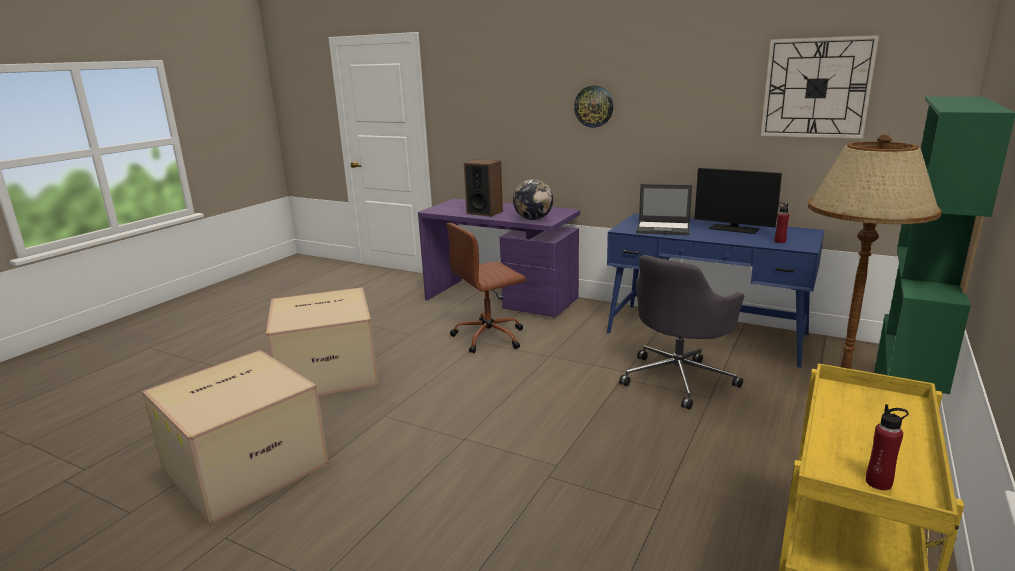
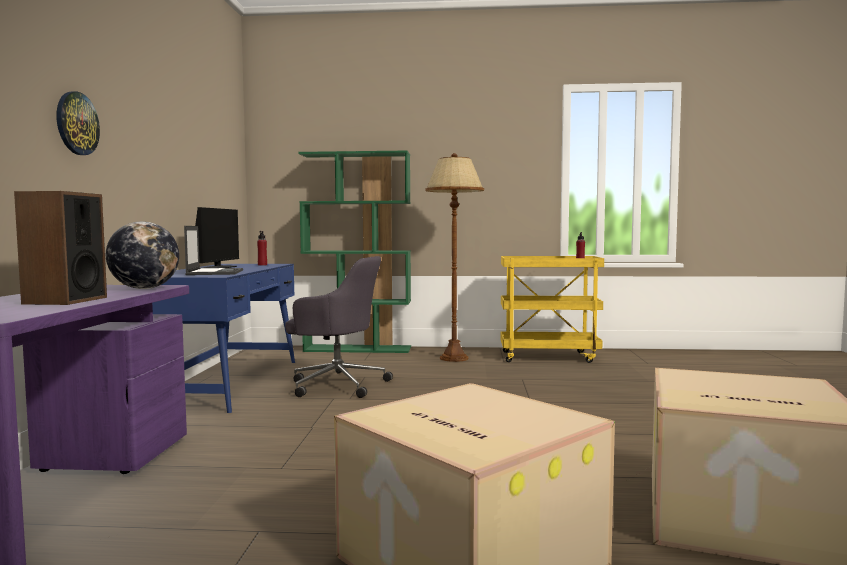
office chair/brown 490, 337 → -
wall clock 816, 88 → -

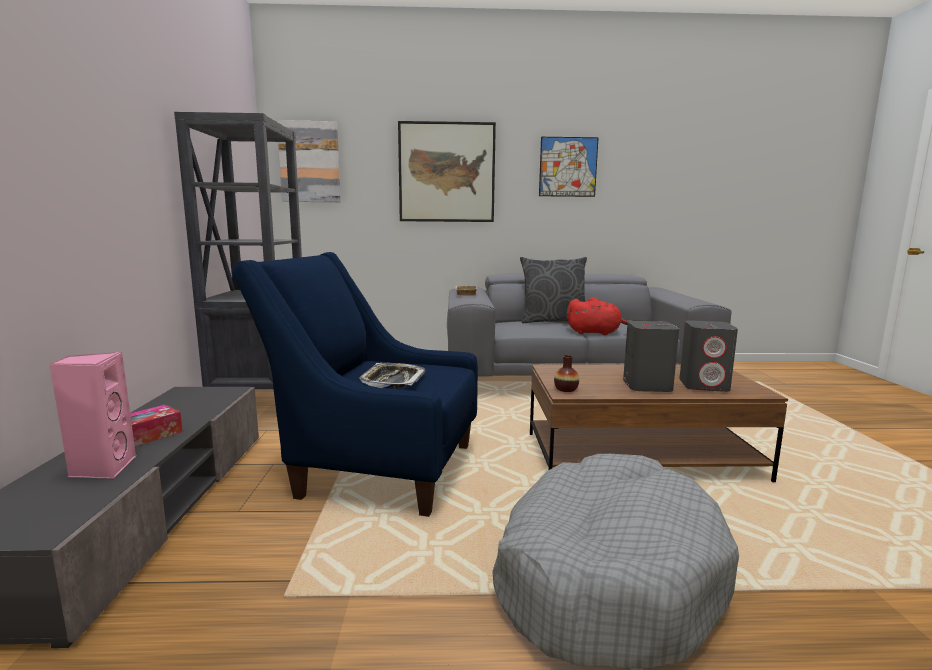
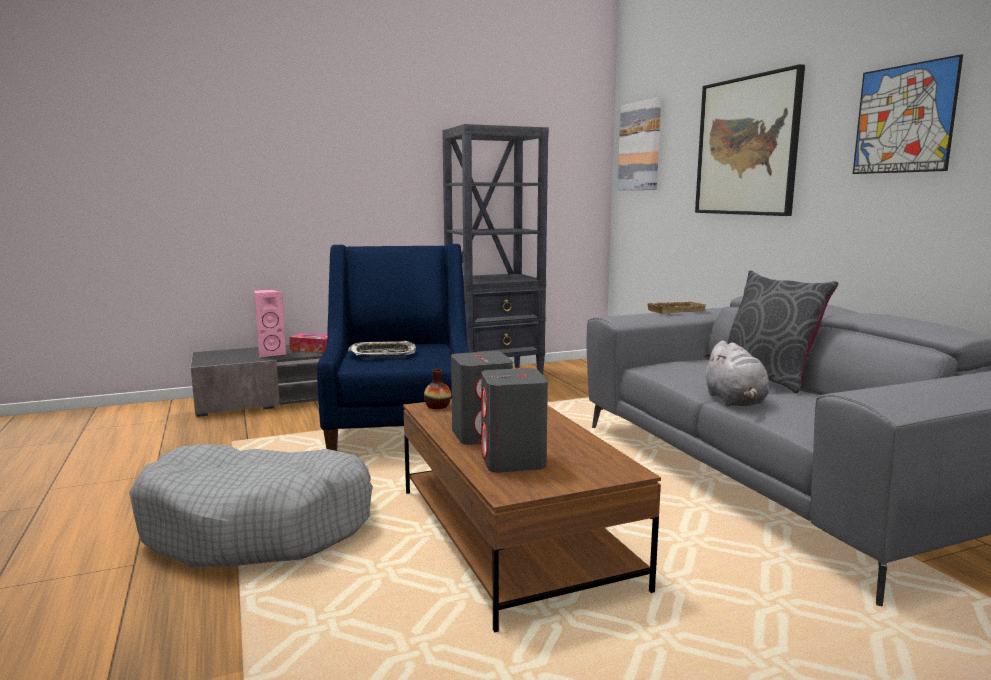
plush toy/red 595, 333 → plush toy/grey 735, 401

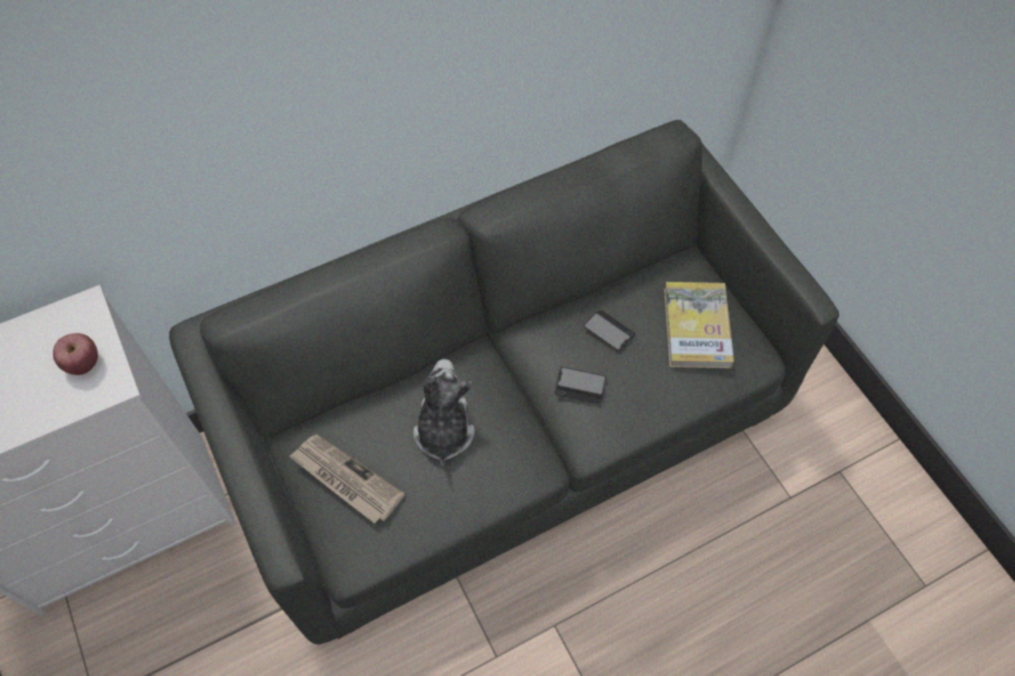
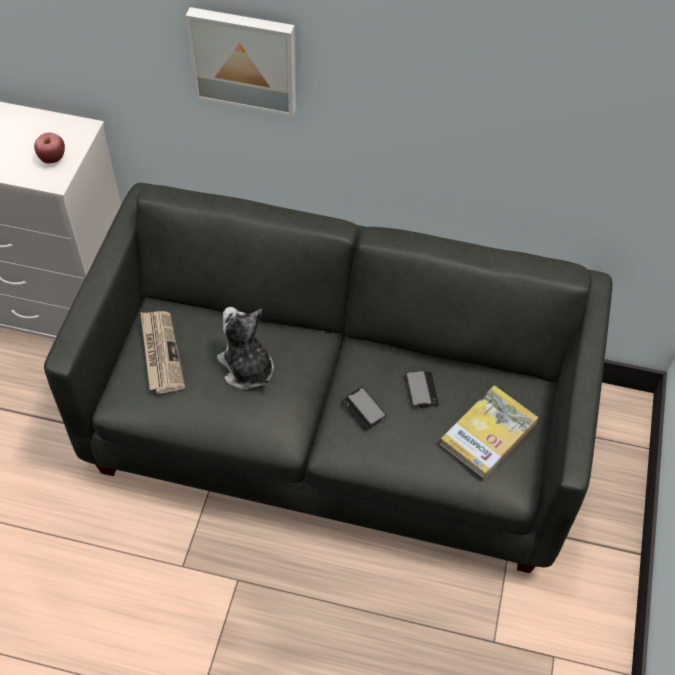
- → picture 244, 59
plush toy 443, 430 → plush toy 247, 368, 75 degrees counterclockwise

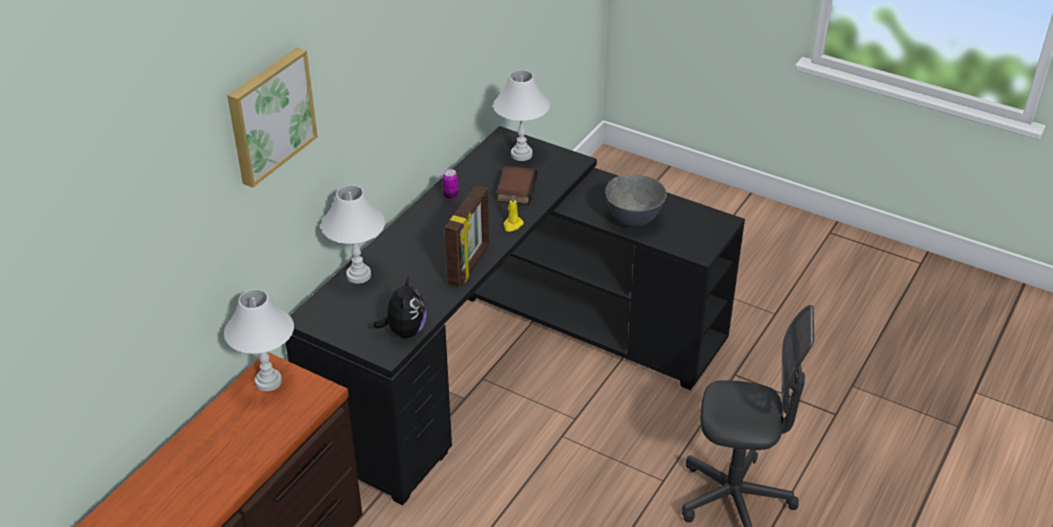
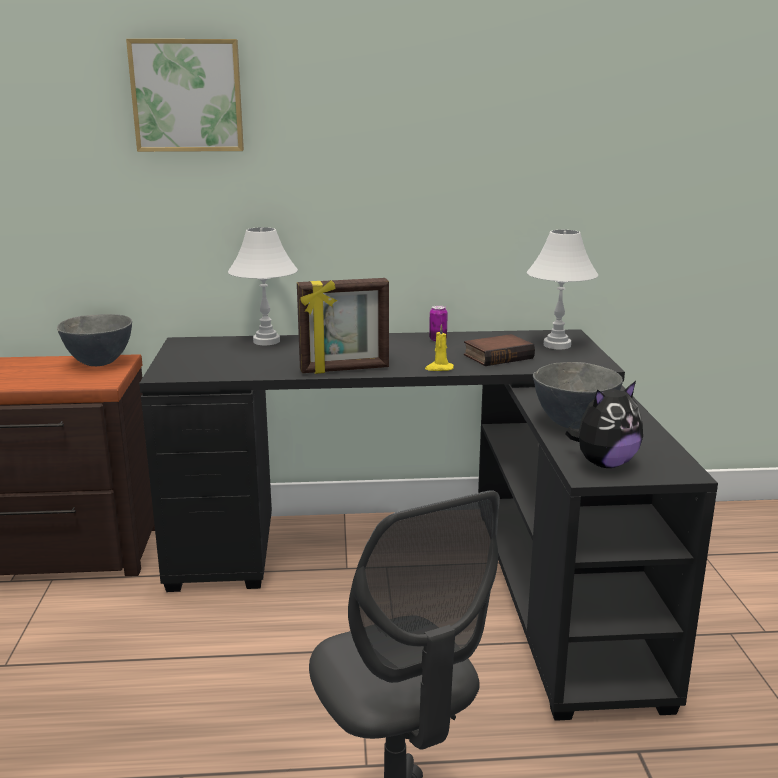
table lamp/white 268, 381 → bowl/grey 98, 363
plush toy 405, 331 → plush toy 604, 463, move

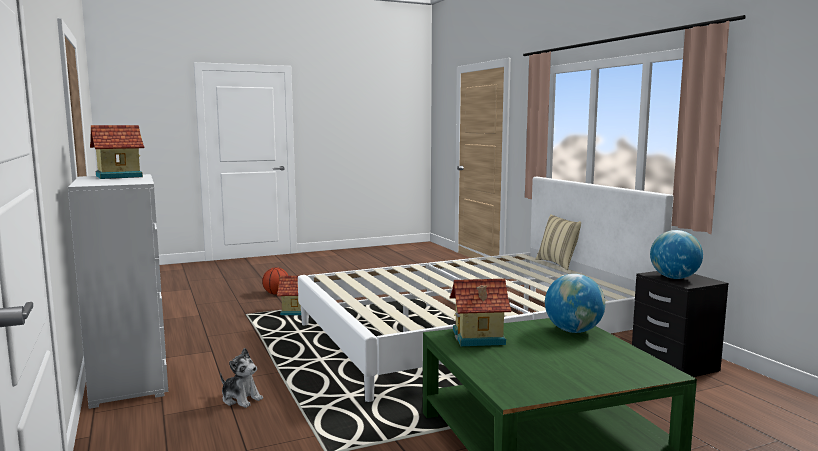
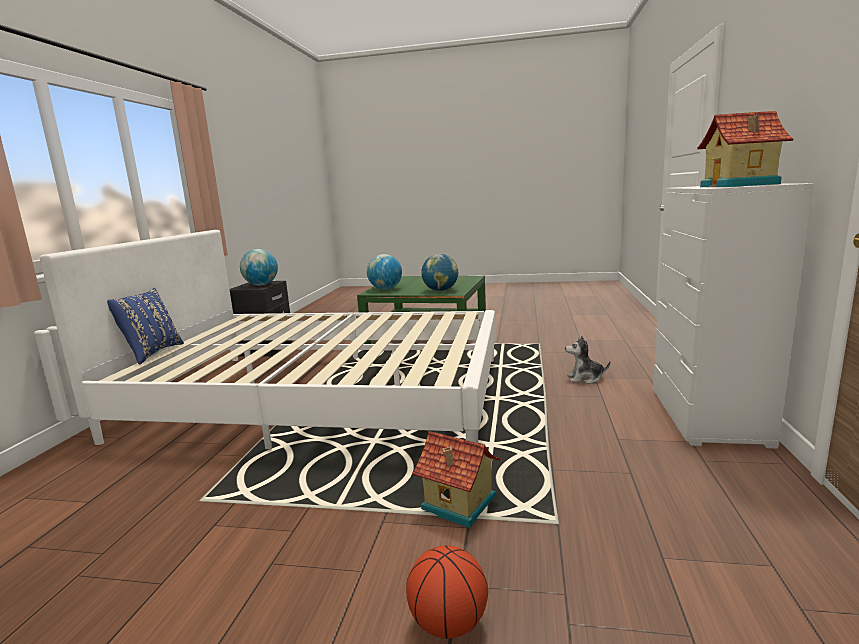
pillow/beige 558, 264 → pillow/blue 151, 353
toy house 479, 338 → globe 440, 290
plush toy 241, 399 → plush toy 585, 378, 60 degrees counterclockwise

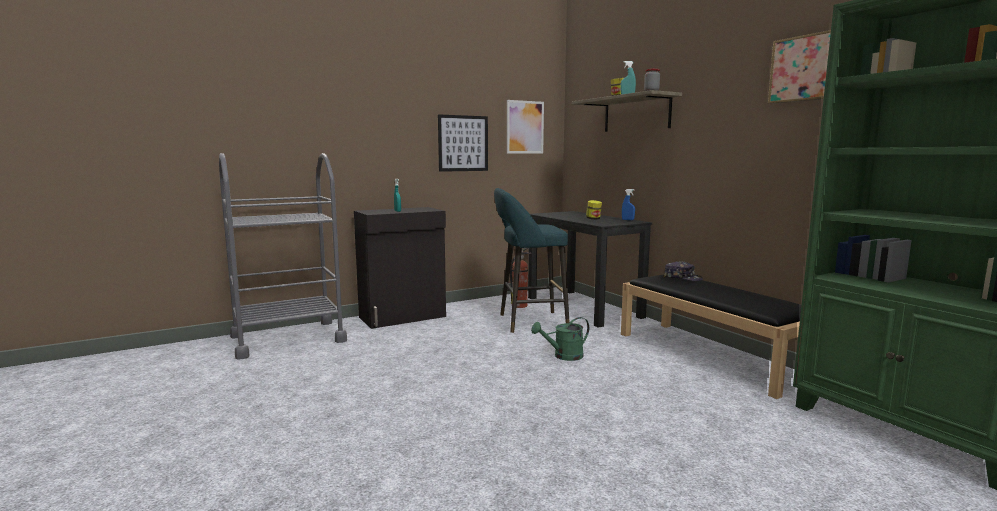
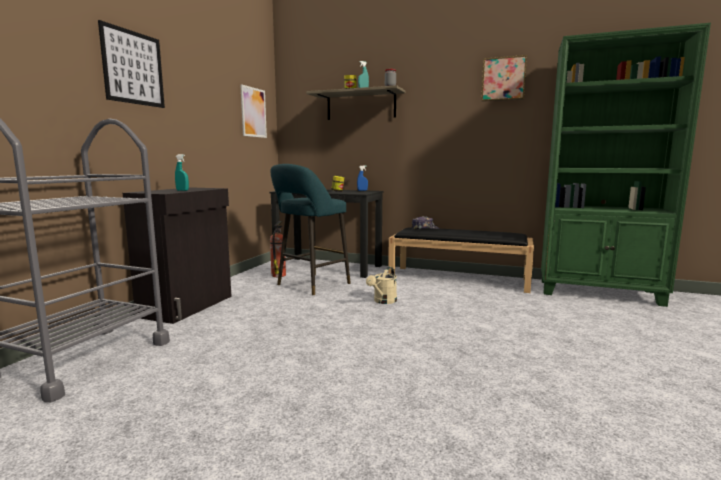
picture 463, 143 → picture 133, 68, move
watering can/green 563, 356 → watering can/beige 383, 301

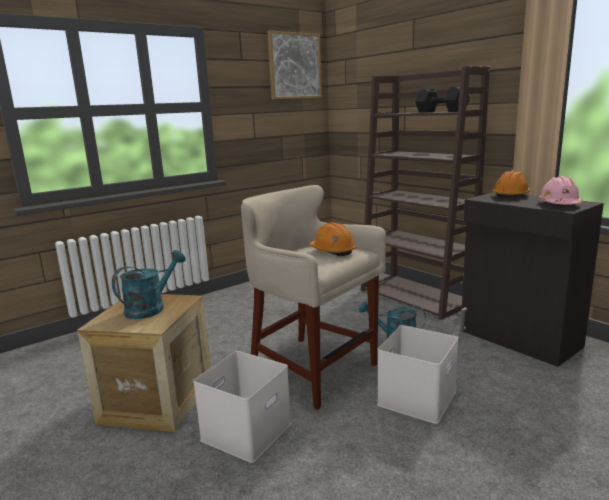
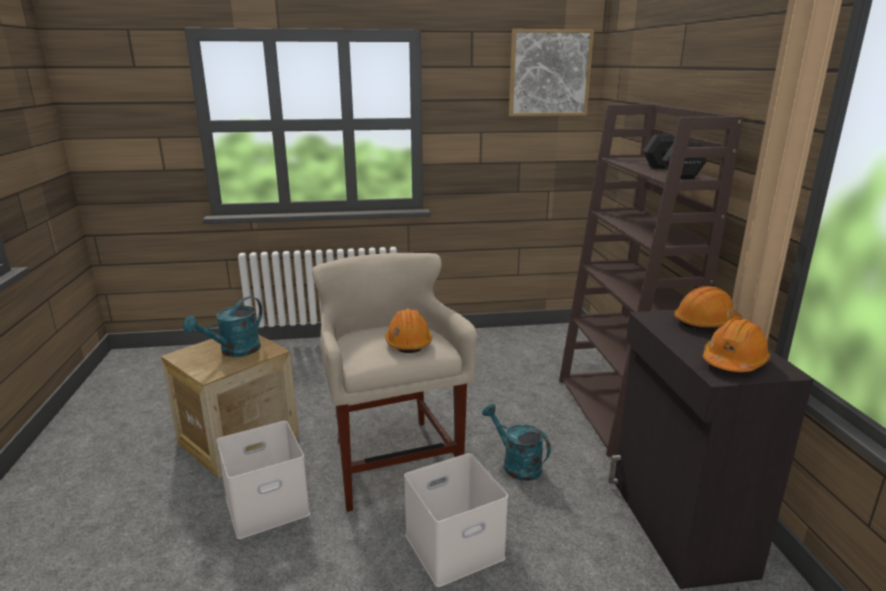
watering can/turquoise 151, 308 → watering can/turquoise 234, 351, 150 degrees clockwise
hard hat/pink 559, 204 → hard hat/orange 734, 361

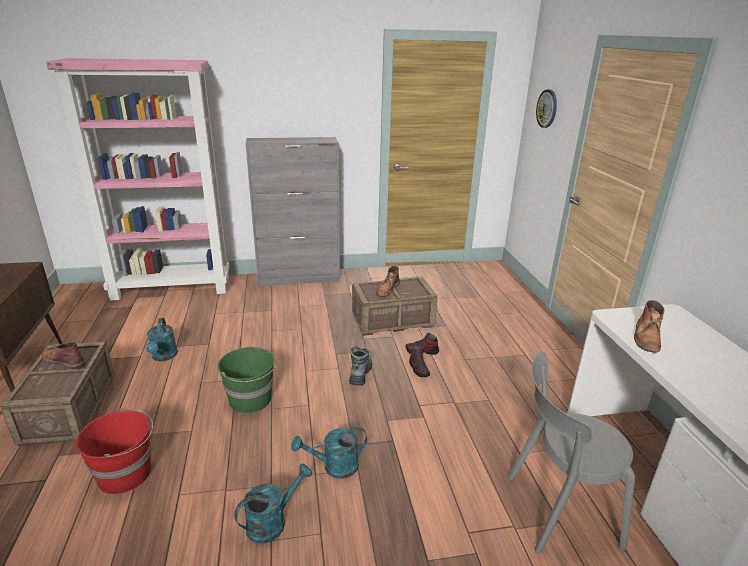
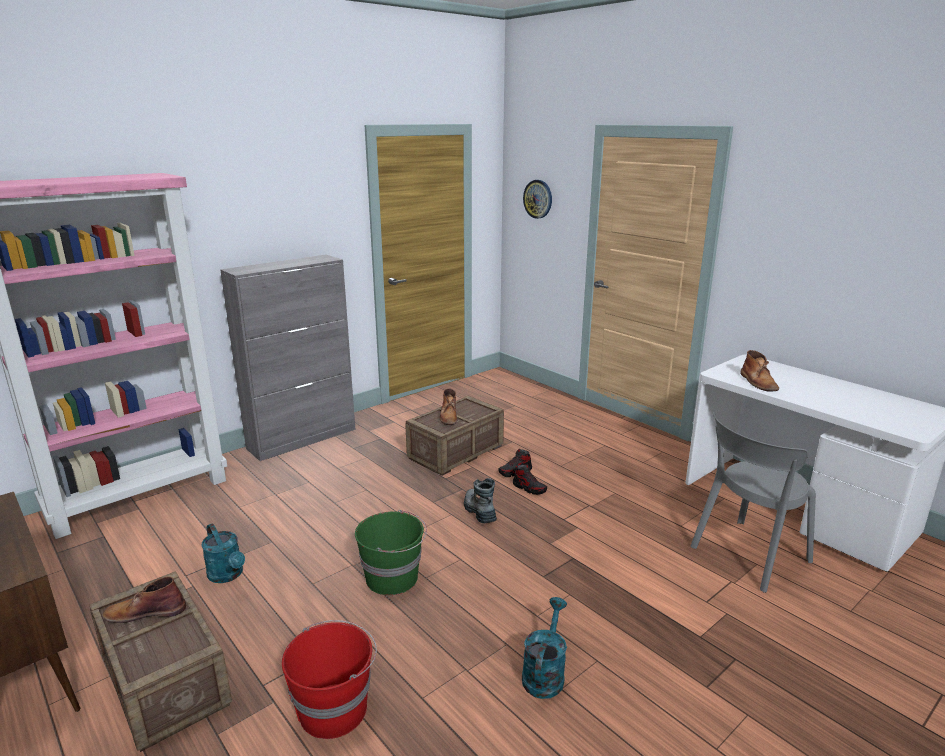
watering can/turquoise 334, 467 → -

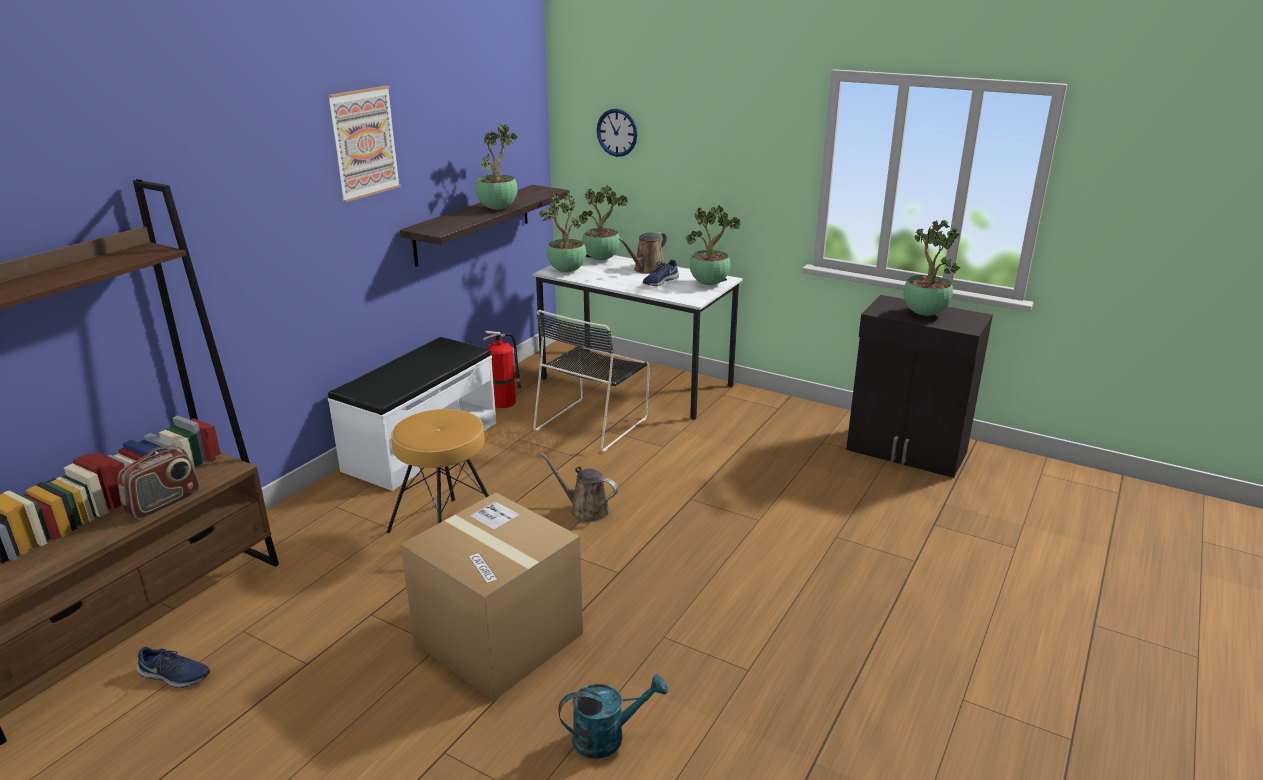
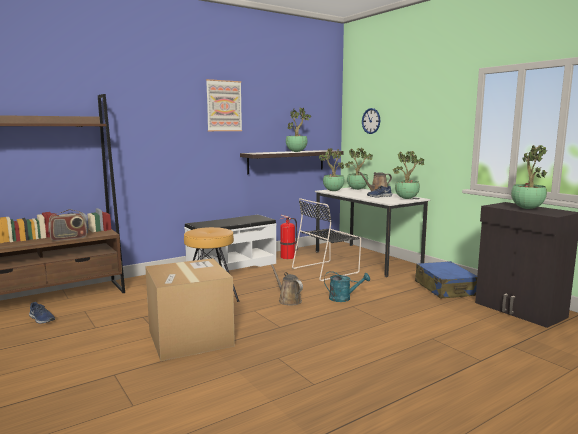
watering can/turquoise 608, 736 → watering can/turquoise 344, 298, move
- → suitcase/blue 445, 289

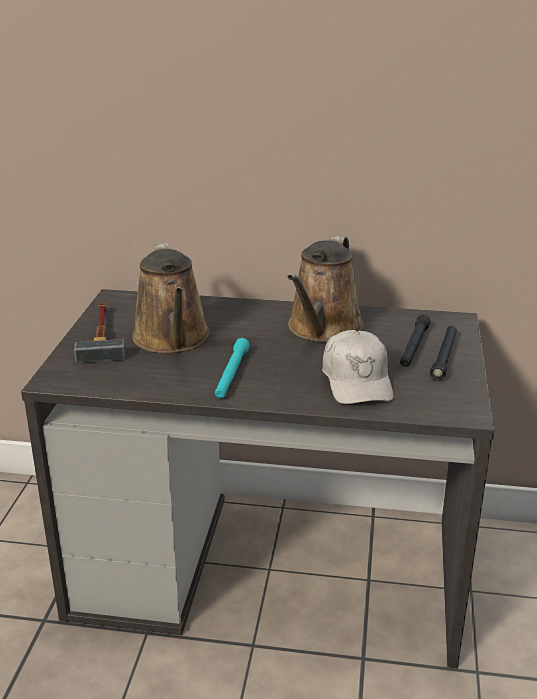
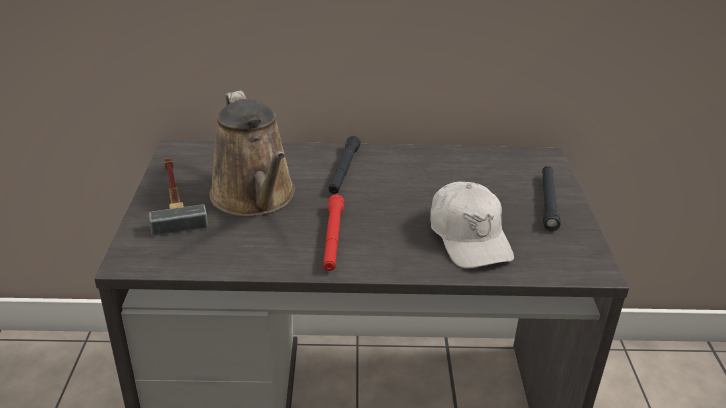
flashlight/turquoise 232, 374 → flashlight/red 332, 238
flashlight/black 414, 347 → flashlight/black 344, 170, move
watering can/brown 323, 329 → -

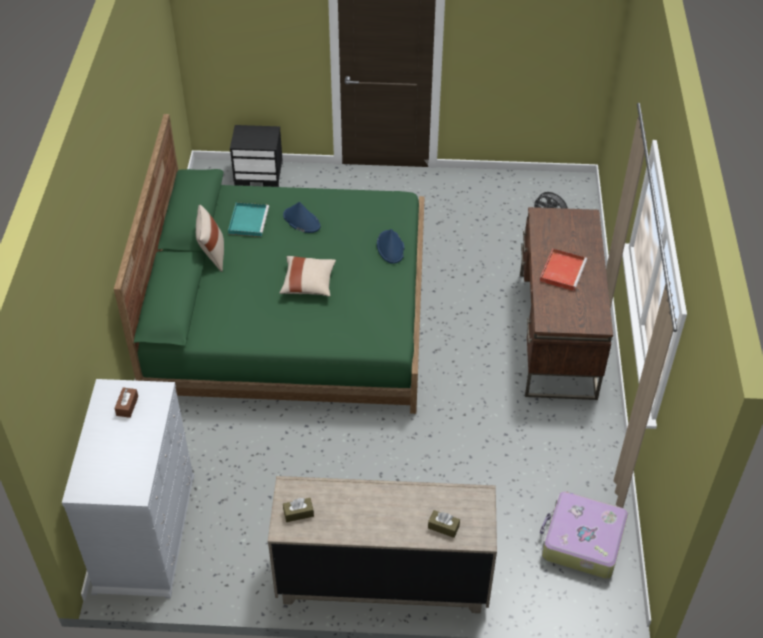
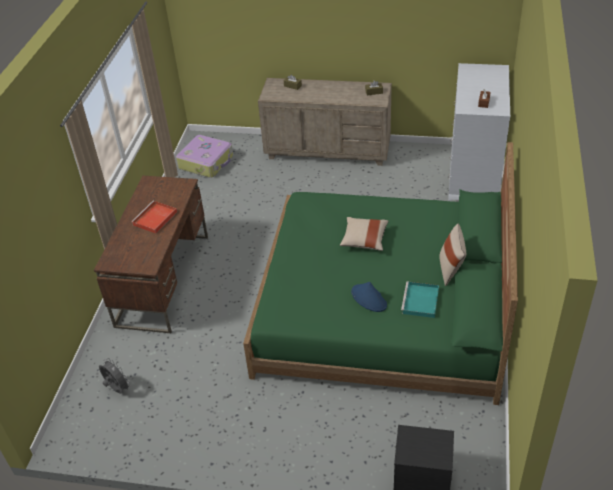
hat/blue 390, 247 → -

